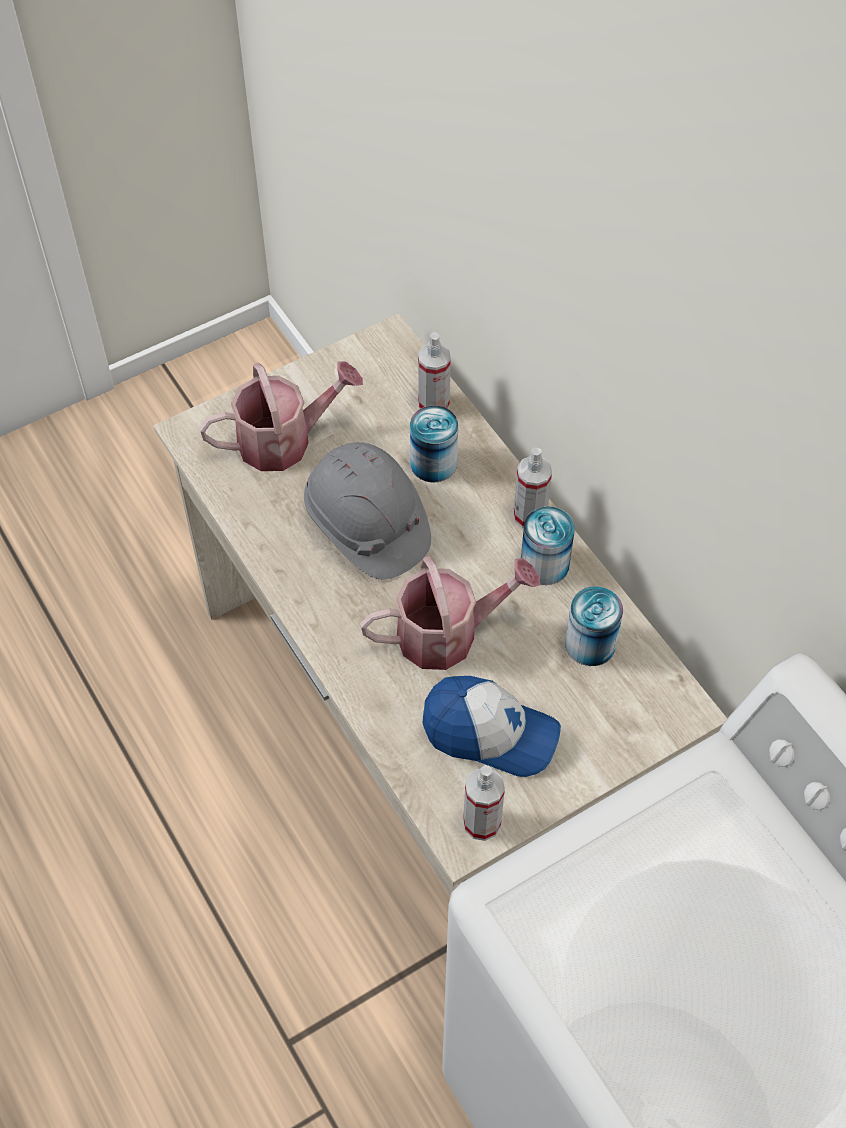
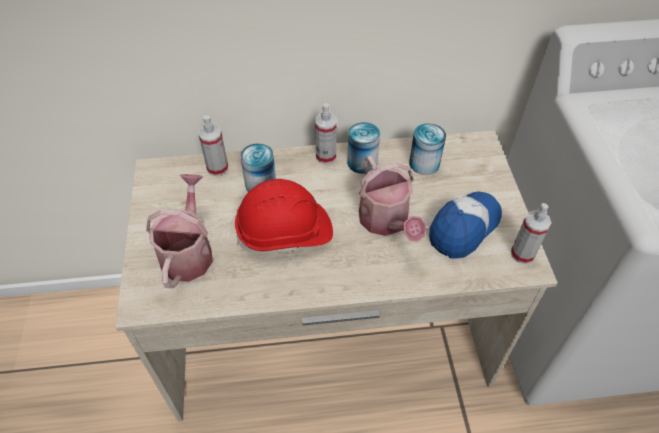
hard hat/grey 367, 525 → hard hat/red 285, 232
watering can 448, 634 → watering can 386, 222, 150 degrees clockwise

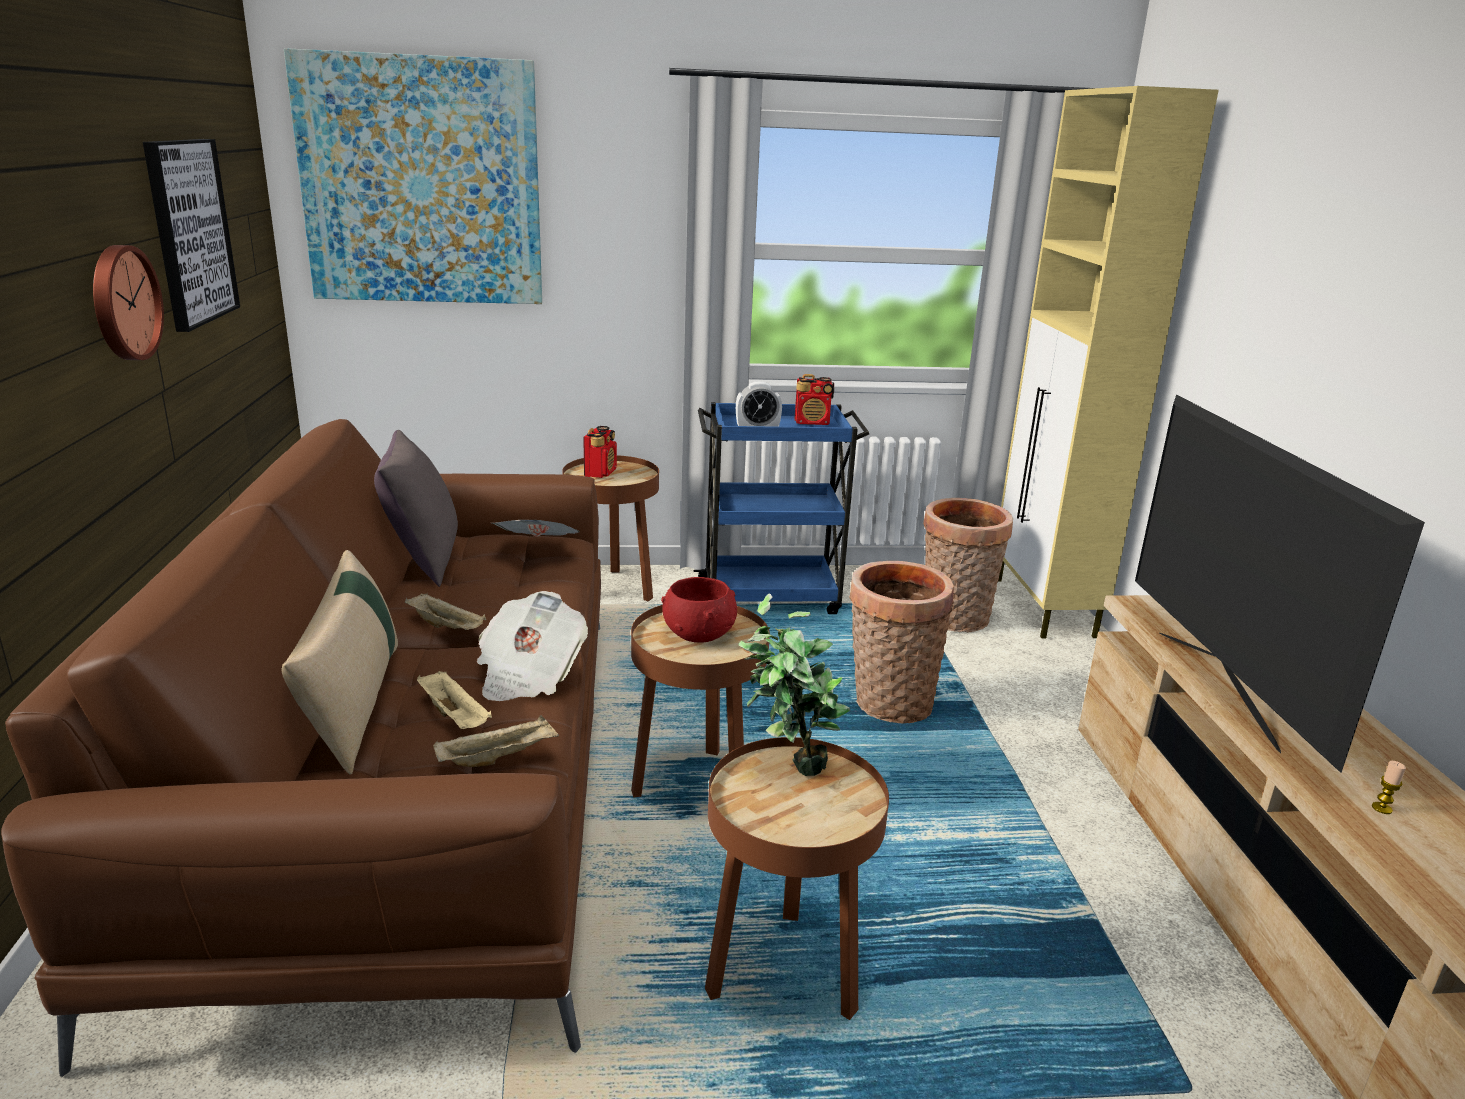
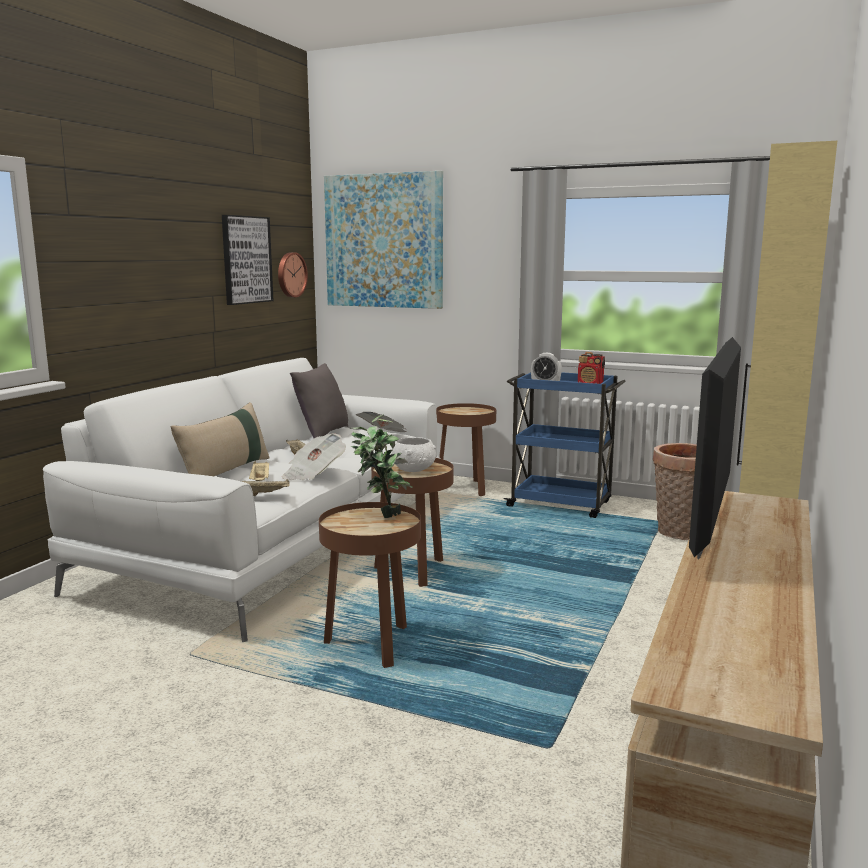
sofa/brown 418, 778 → sofa/white 279, 542
wall clock 122, 303 → wall clock 290, 275, move
bowl/red 699, 633 → bowl/white 414, 469
radio 600, 472 → -
basket 888, 704 → -
candle 1381, 808 → -

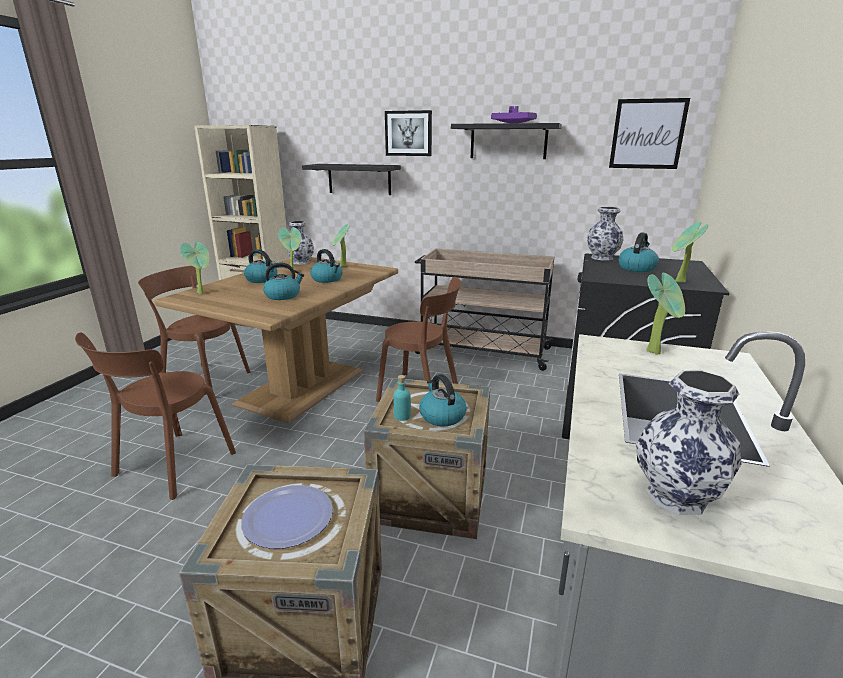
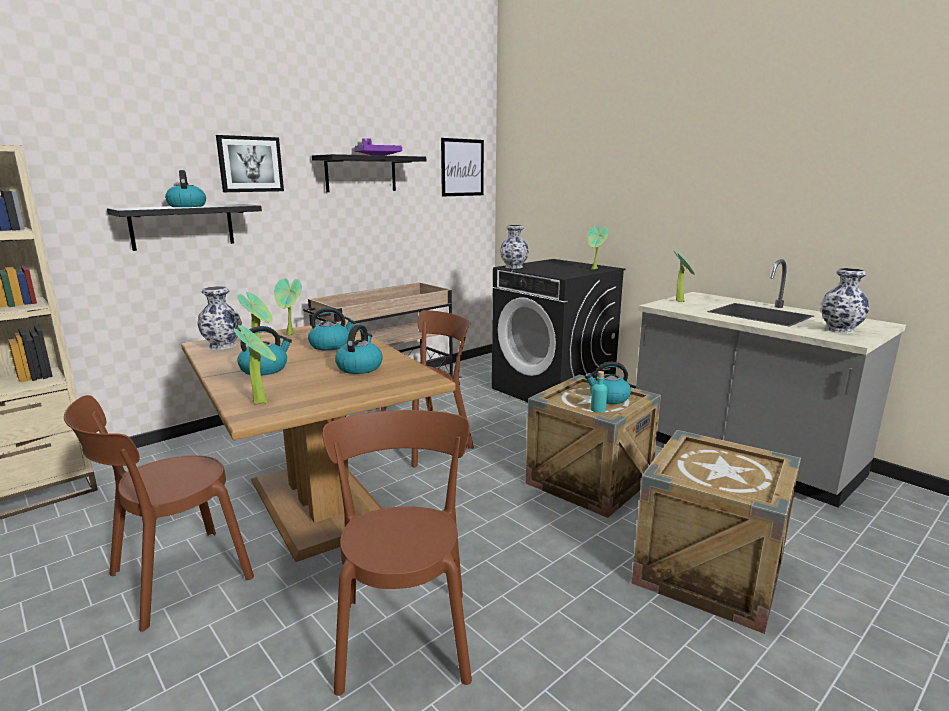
kettle 636, 268 → kettle 187, 206, move
chair/brown 171, 467 → chair/brown 404, 633, 150 degrees counterclockwise
plate 288, 517 → -

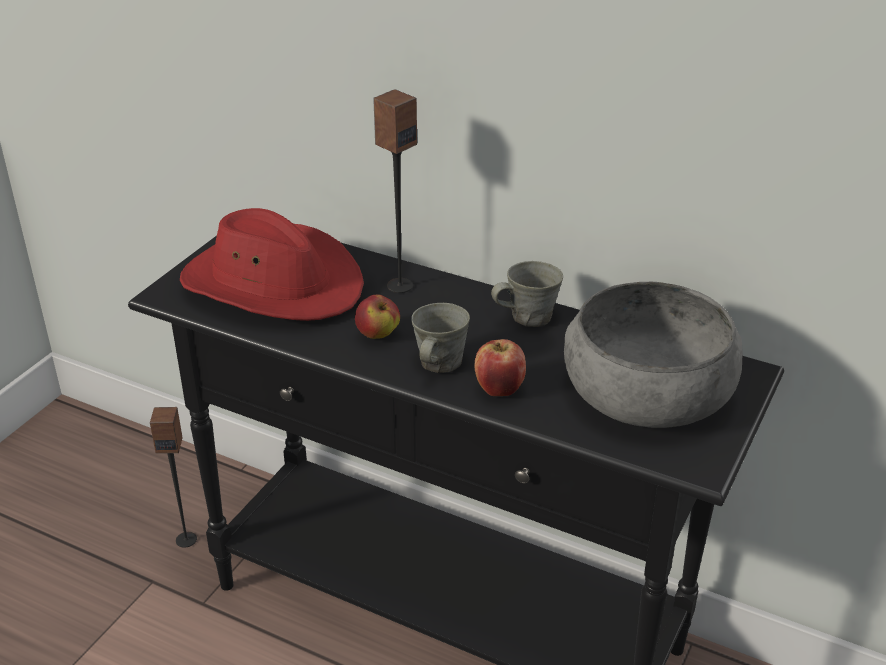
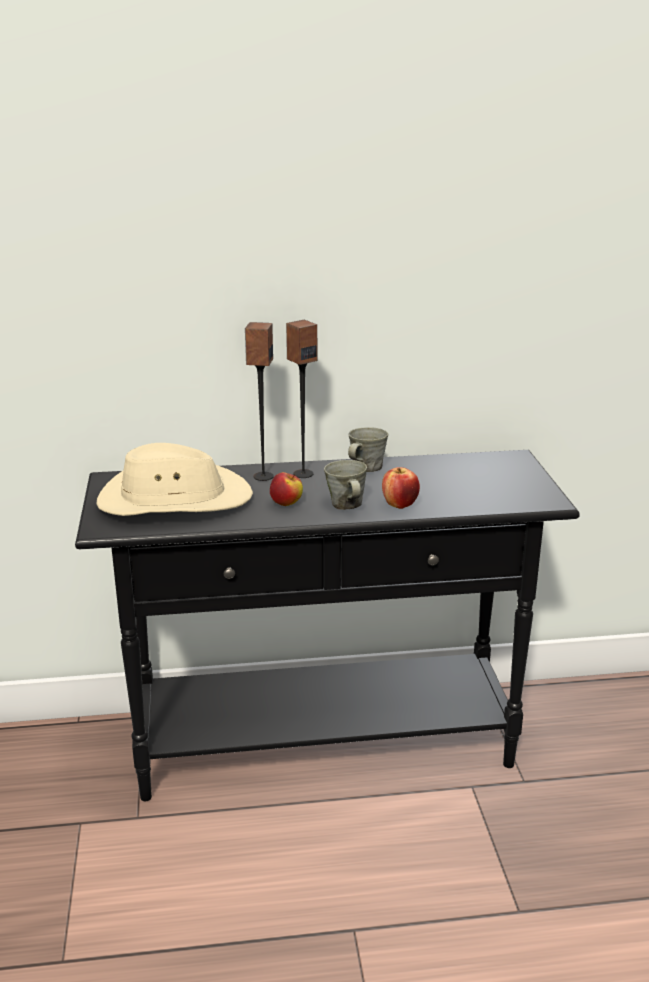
hat/red 273, 283 → hat/beige 173, 499
speaker 186, 539 → speaker 303, 474, move
bowl/grey 647, 391 → -

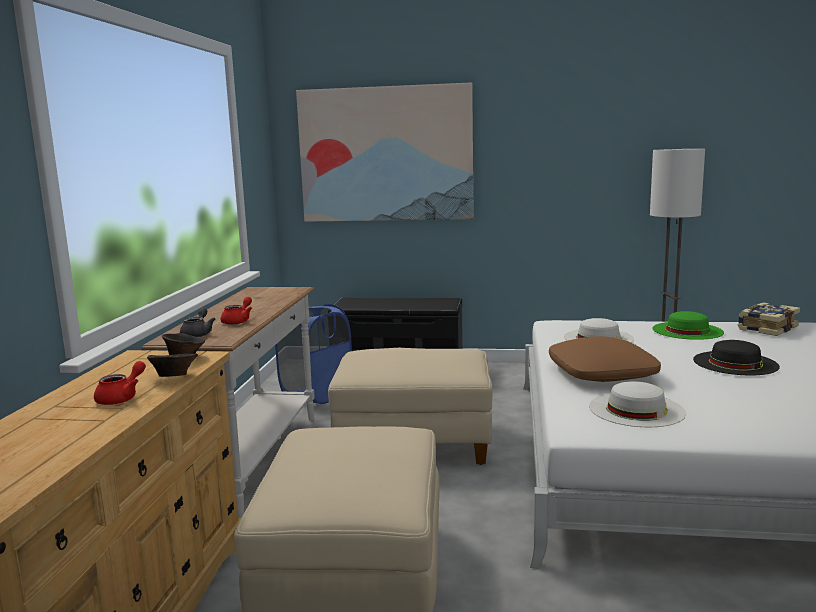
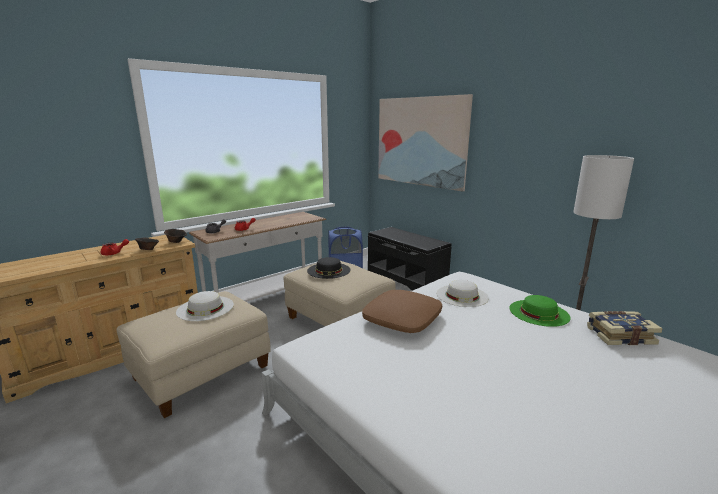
hat/white 636, 409 → hat/white 205, 308, move
hat/black 735, 363 → hat/black 329, 270, move

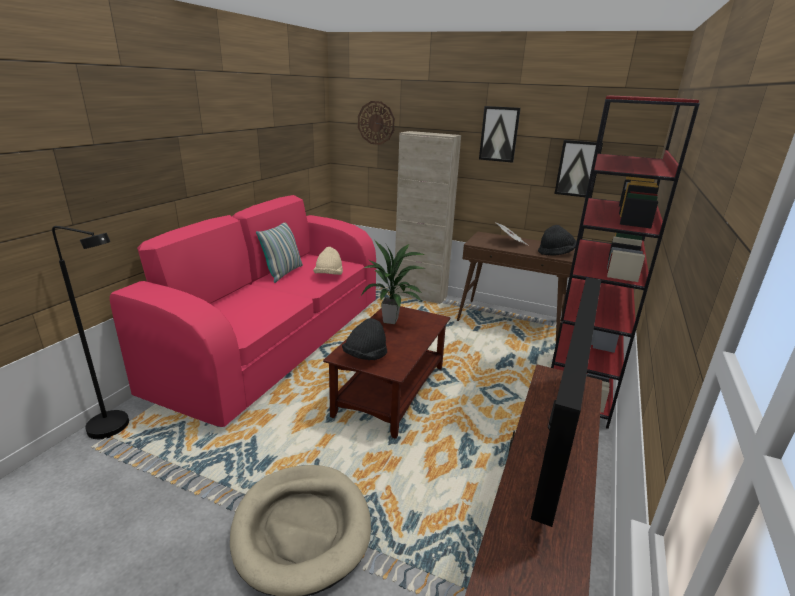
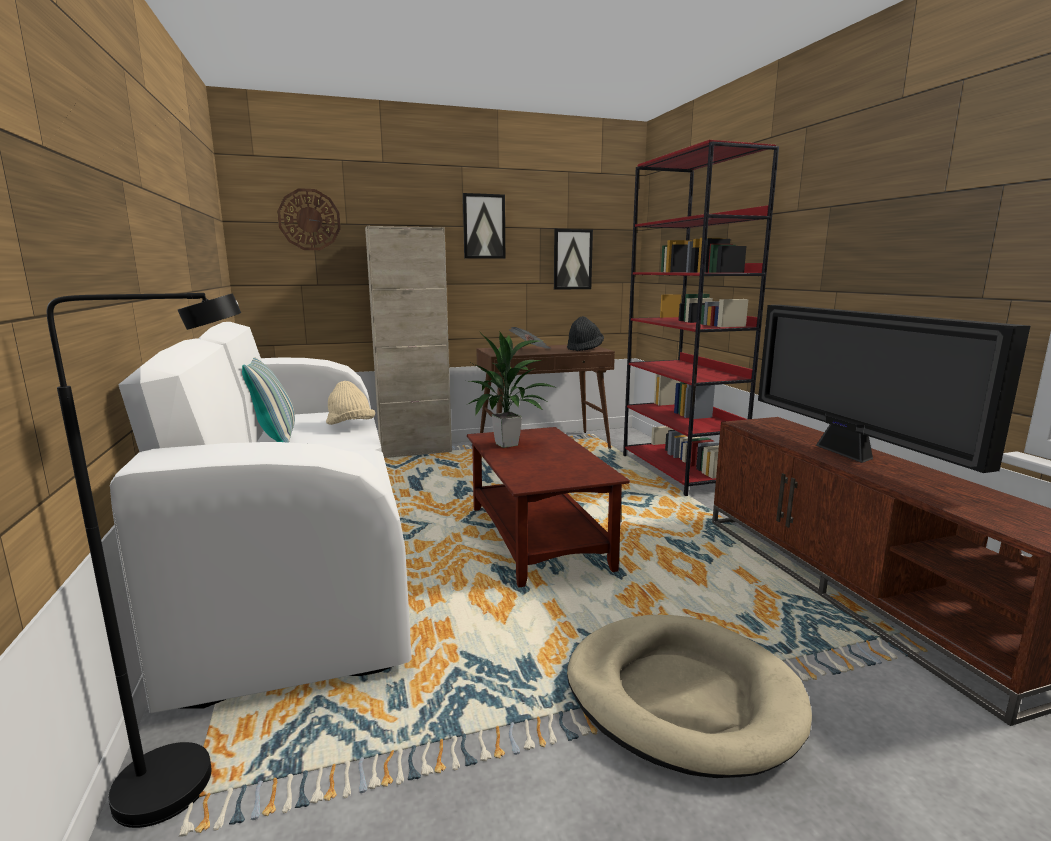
sofa/pink 277, 342 → sofa/white 303, 550
hat/black 365, 356 → -

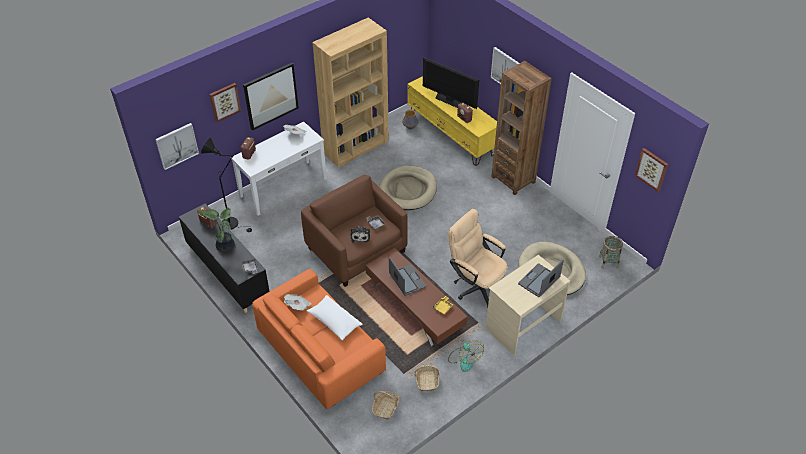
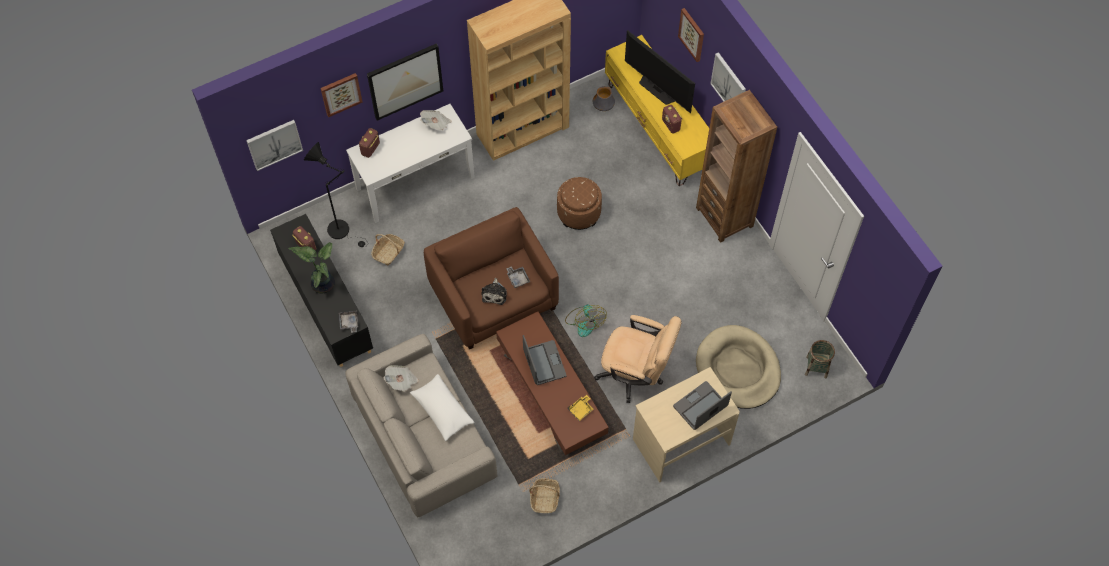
sofa/orange 320, 351 → sofa/beige 423, 436
basket 385, 407 → basket 388, 252, move
dog bed/beige 408, 190 → ottoman/brown 579, 213
fan 464, 359 → fan 584, 321, move
office chair/beige 476, 285 → office chair/beige 635, 374, 150 degrees clockwise
picture 652, 169 → picture 692, 34, move

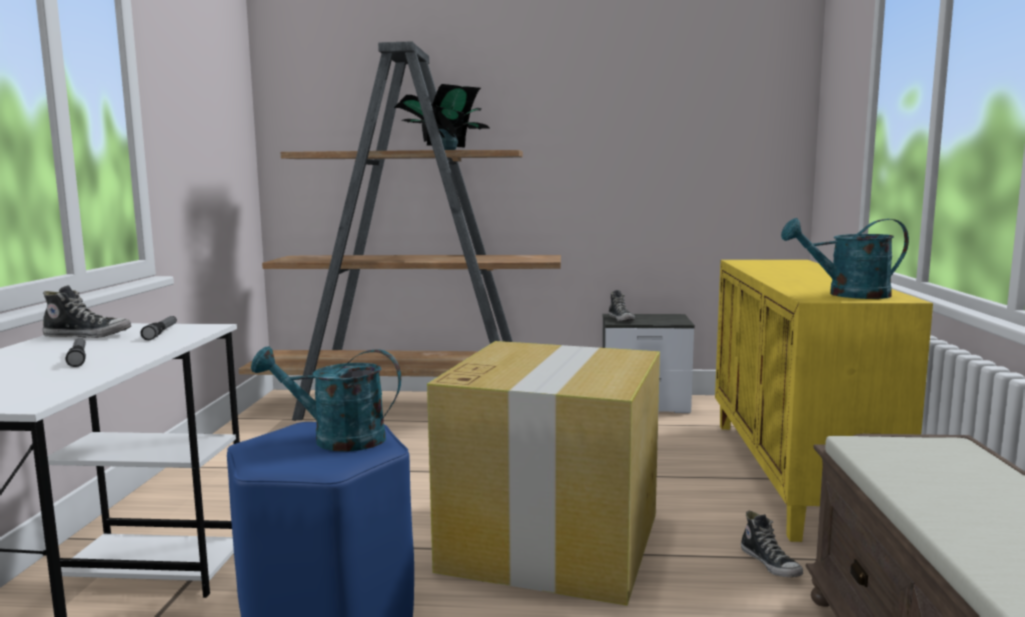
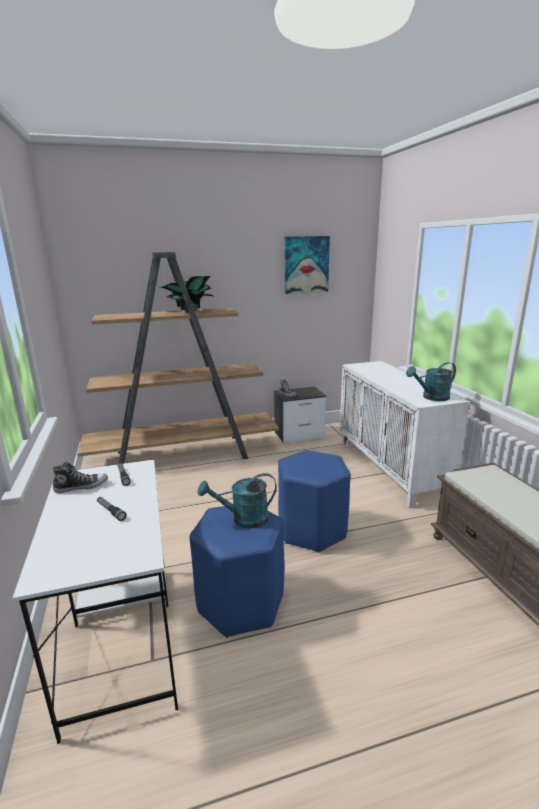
cardboard box 553, 540 → stool/blue 312, 530
- → picture 306, 265
cabinet/yellow 795, 475 → cabinet/white 390, 469
shoe 770, 564 → -

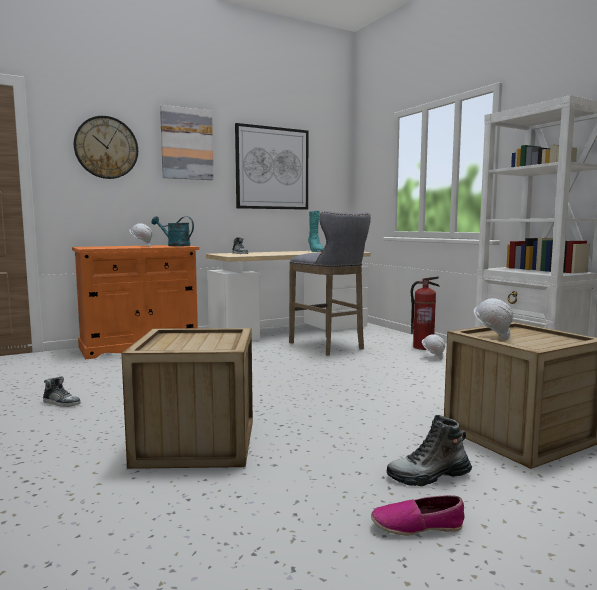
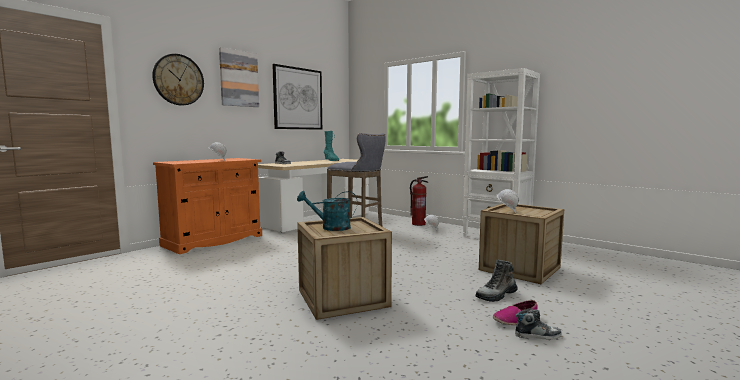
watering can/turquoise 175, 245 → watering can/turquoise 330, 227, move
shoe 61, 403 → shoe 537, 335, move

